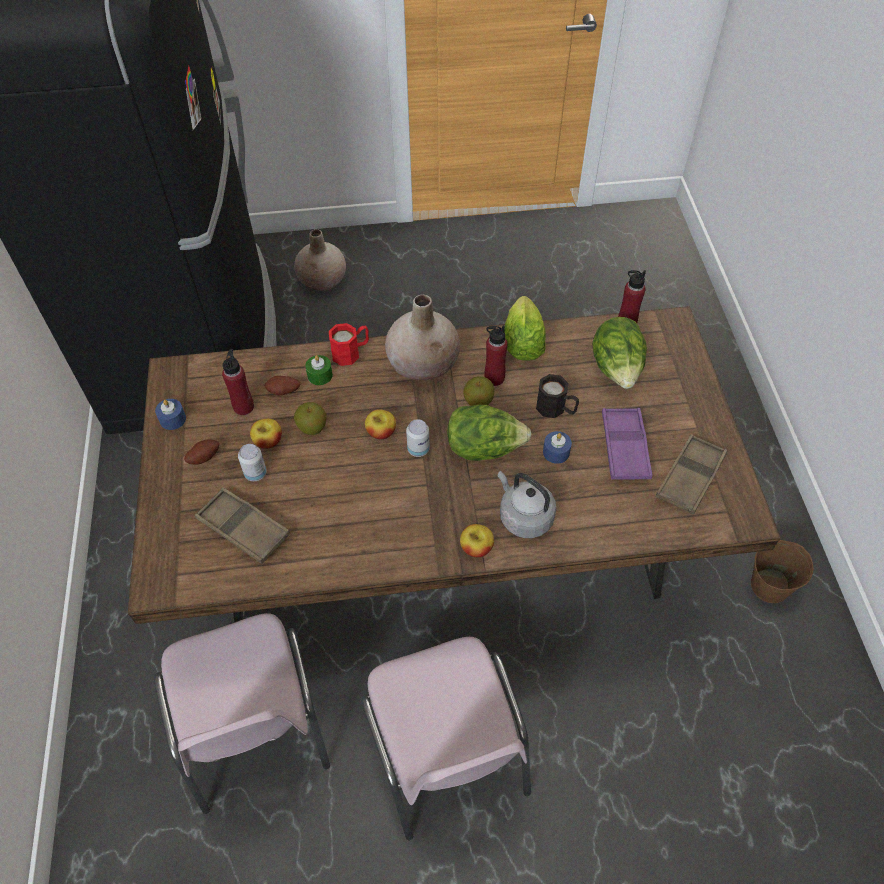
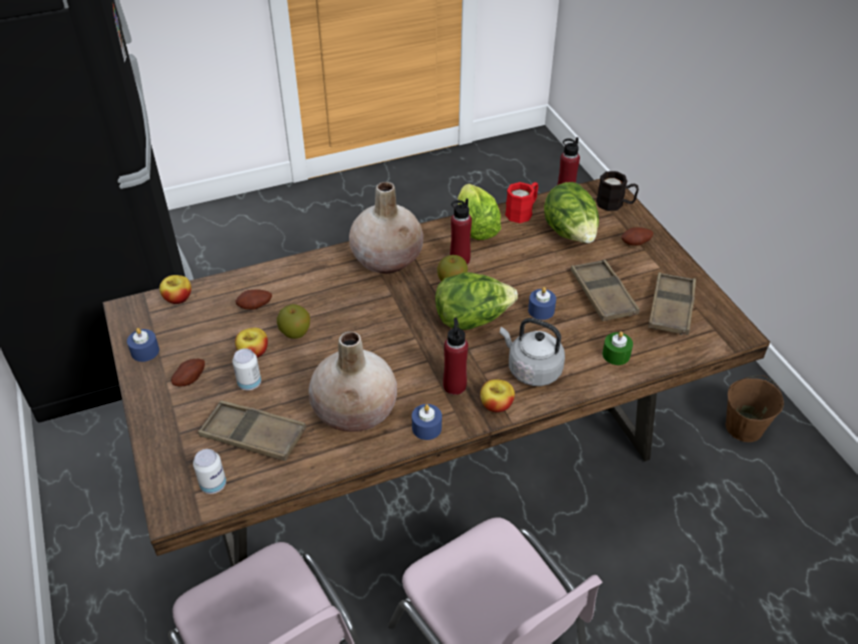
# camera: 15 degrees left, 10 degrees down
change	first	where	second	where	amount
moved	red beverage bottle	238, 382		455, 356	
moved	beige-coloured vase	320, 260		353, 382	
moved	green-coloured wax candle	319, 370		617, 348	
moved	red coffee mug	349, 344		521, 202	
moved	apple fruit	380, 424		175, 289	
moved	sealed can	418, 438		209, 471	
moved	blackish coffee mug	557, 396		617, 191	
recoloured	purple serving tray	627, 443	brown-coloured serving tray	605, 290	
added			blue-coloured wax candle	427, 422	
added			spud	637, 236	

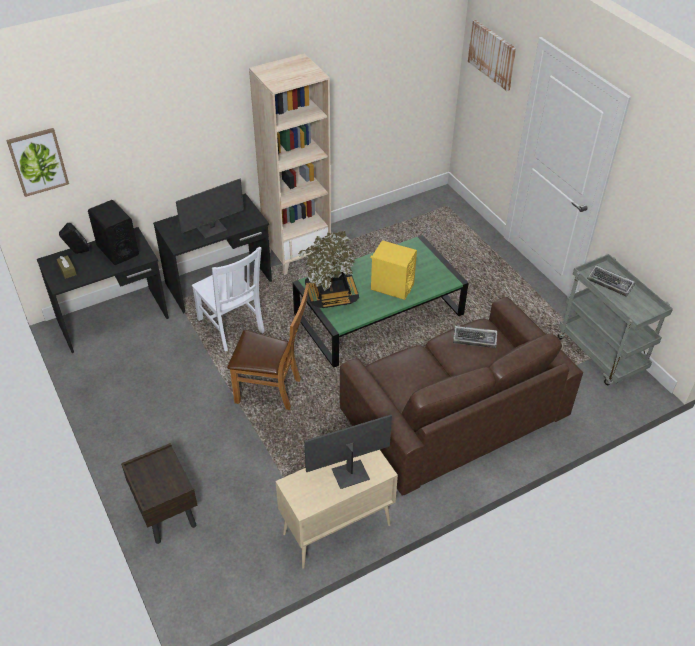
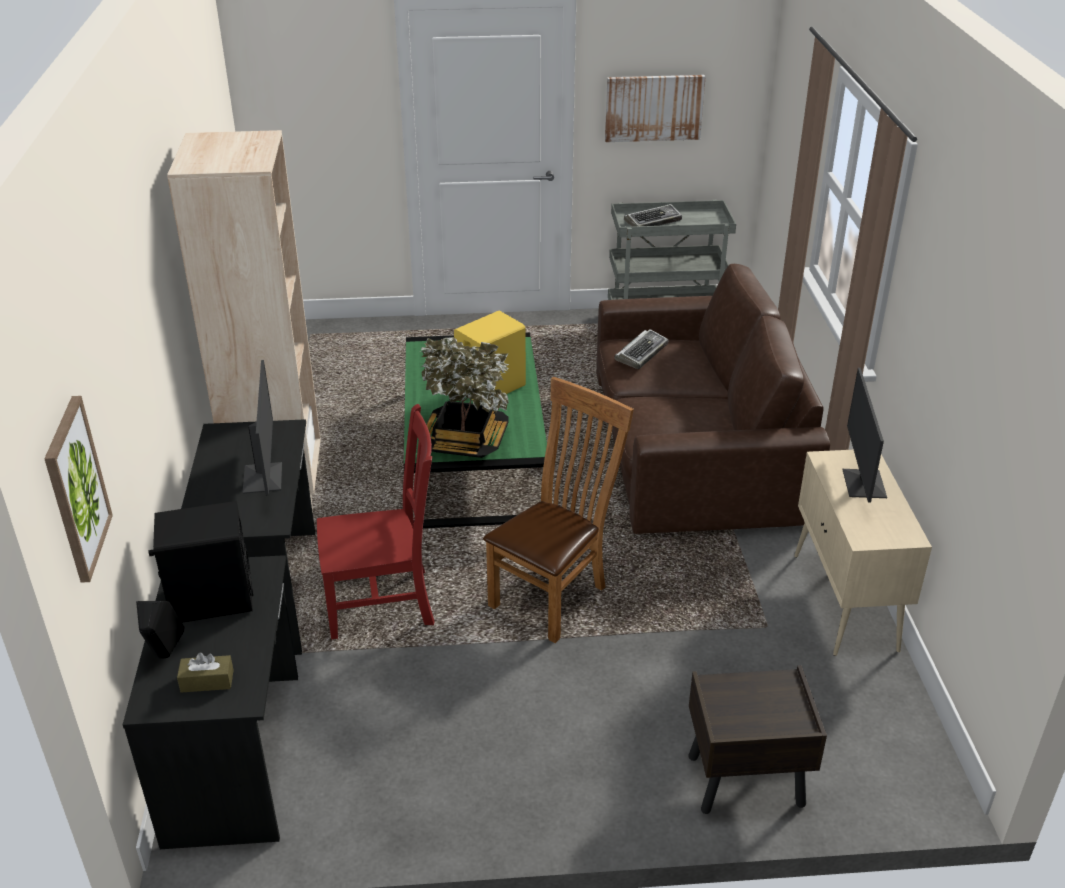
# camera: 65 degrees left, 10 degrees down
change	first	where	second	where	amount
recoloured	white-coloured upright chair	228, 299	red upright chair	376, 521	
moved	wall picture	492, 55		655, 108	

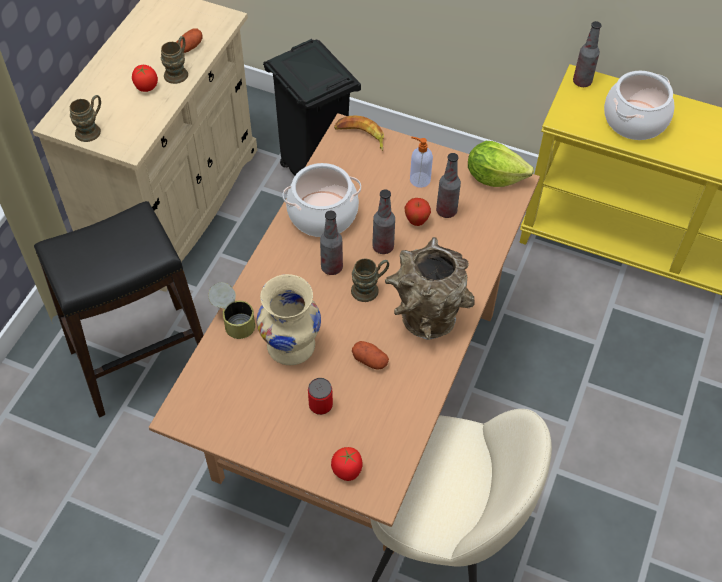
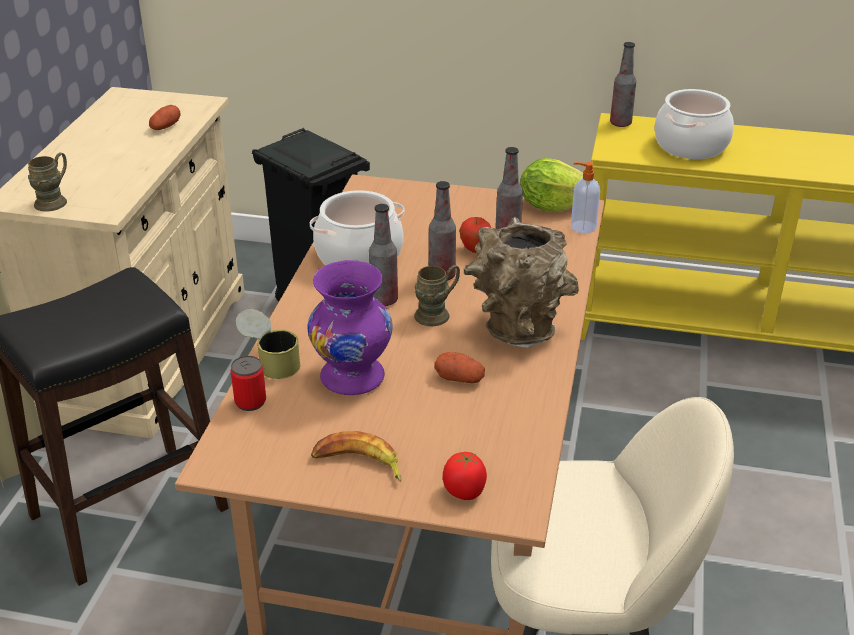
# camera: 10 degrees left, 20 degrees down
change	first	where	second	where	amount
removed	tomato	145, 78			
removed	brown-coloured coffee mug	174, 60			
recoloured	beige-coloured vase	289, 319	purple vase	350, 327	
moved	sealed can	320, 396		248, 383	
moved	banana	359, 133		356, 456	
moved	soap dispenser	421, 162		585, 197	

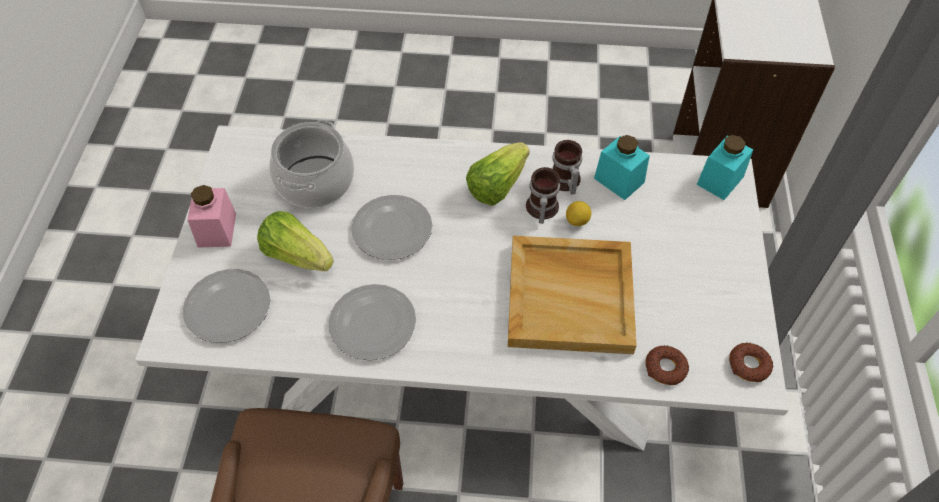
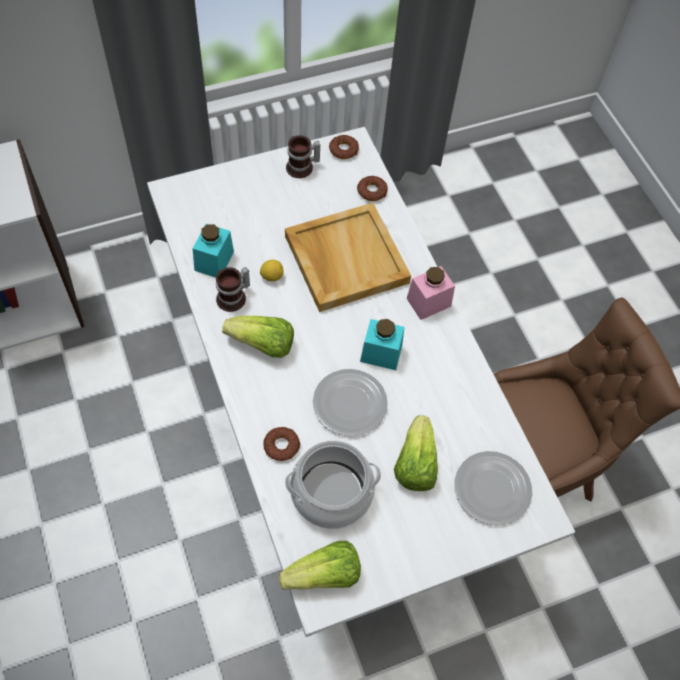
# camera: 120 degrees left, 5 degrees up
change	first	where	second	where	amount
moved	pink-coloured storage jar	211, 216		431, 293	
removed	dinner plate	372, 322			
moved	coffee mug	543, 195		303, 156	
moved	turquoise-coloured storage jar	725, 167		382, 344	
added			ring doughnut	281, 444	
added			head of lettuce	320, 565	

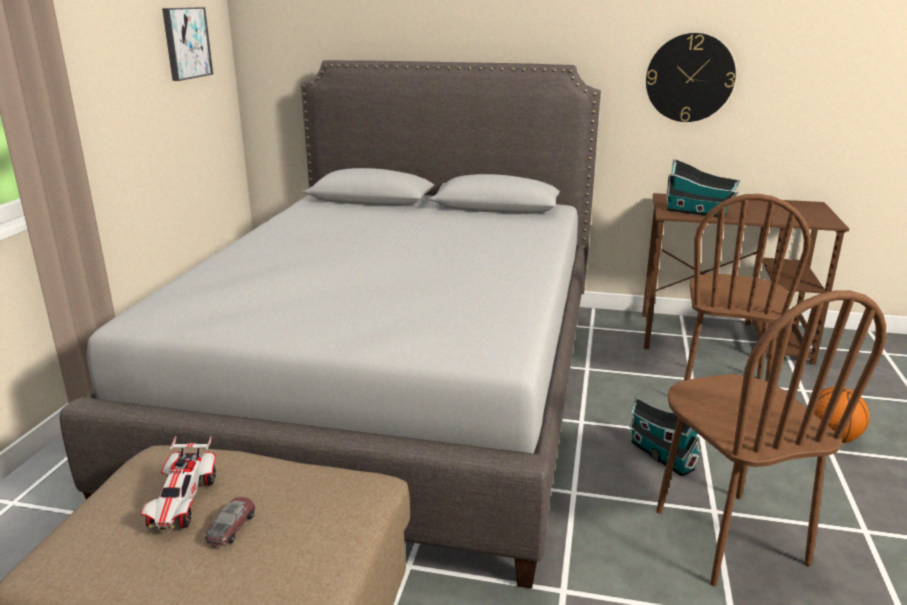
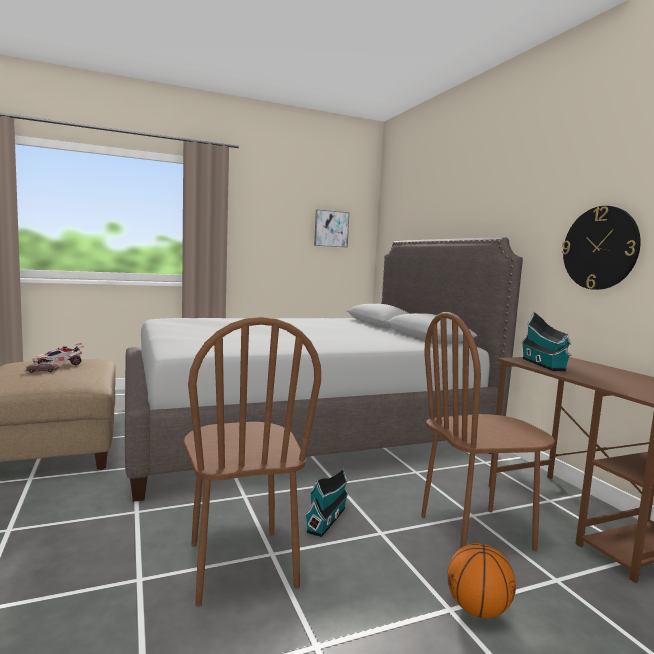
# camera: 55 degrees right, 15 degrees down
change	first	where	second	where	amount
turned	brown-coloured upright chair	771, 438		252, 462	60 degrees counterclockwise

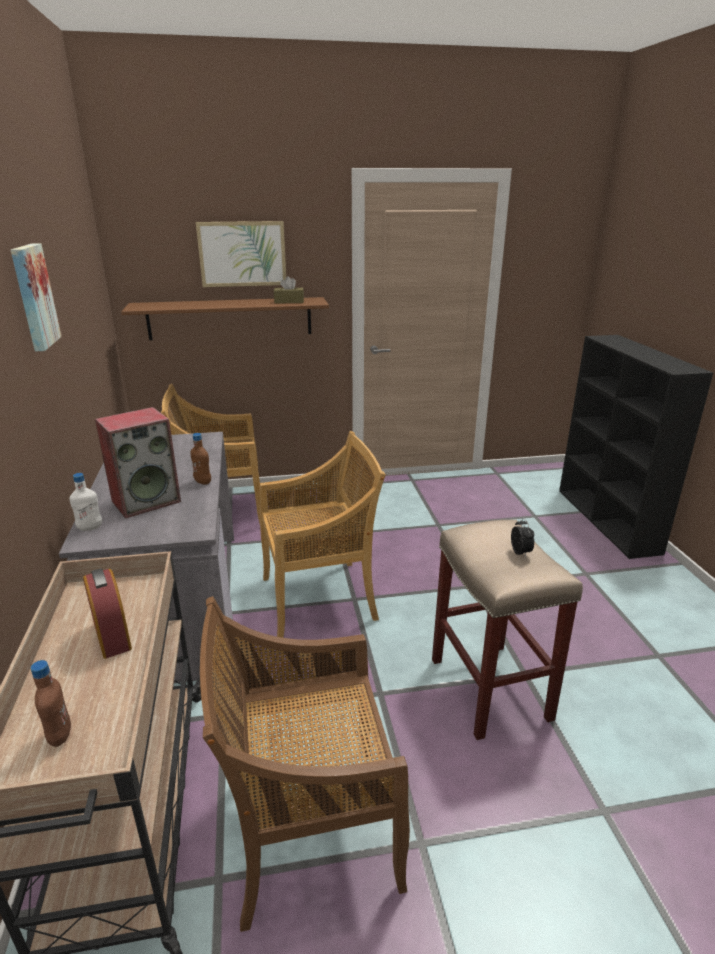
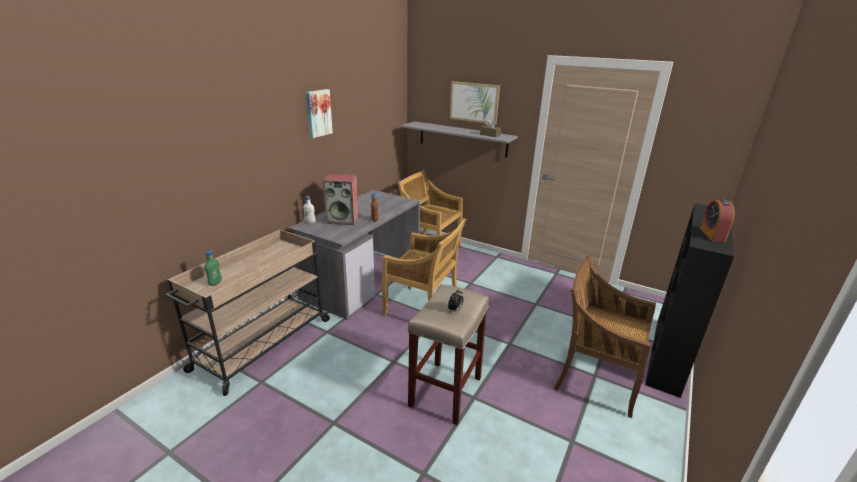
# camera: 40 degrees right, 0 degrees up
change	first	where	second	where	amount
recoloured	brown-coloured beverage bottle	50, 703	green-coloured beverage bottle	213, 268	
moved	alarm clock	107, 613		717, 220	
recoloured	brown-coloured bracket shelf	225, 318	greyish bracket shelf	459, 139	
moved	brown-coloured upright chair	305, 764		605, 336	

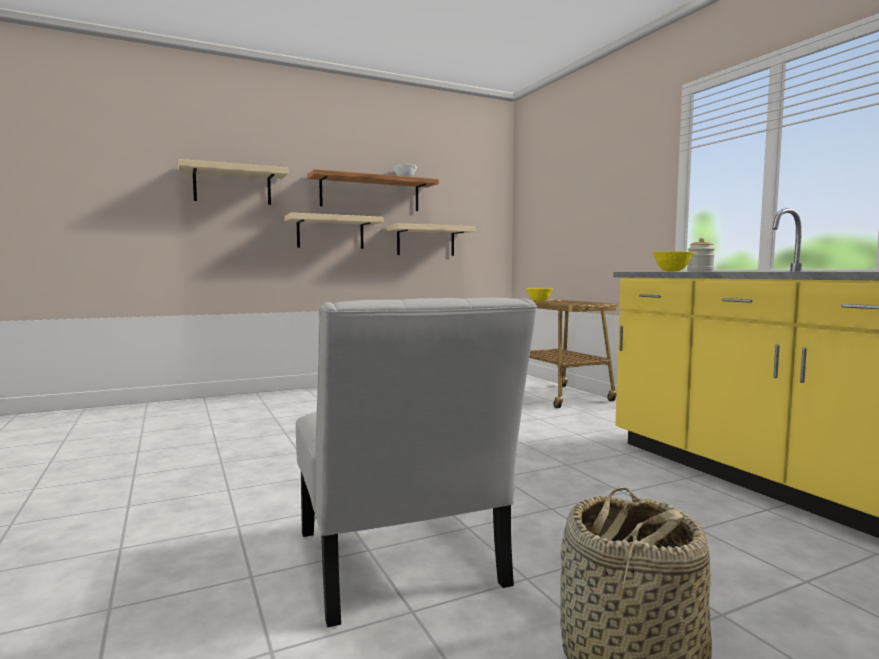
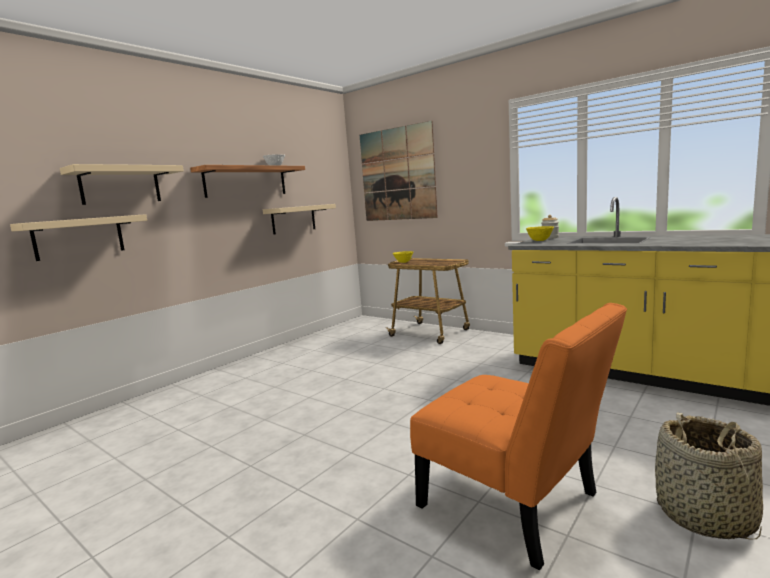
# camera: 25 degrees left, 5 degrees up
change	first	where	second	where	amount
moved	beige-coloured bracket shelf	333, 231		78, 237	
recoloured	white-coloured upright chair	416, 462	orangey upright chair	518, 436	
added			wall picture	399, 171	

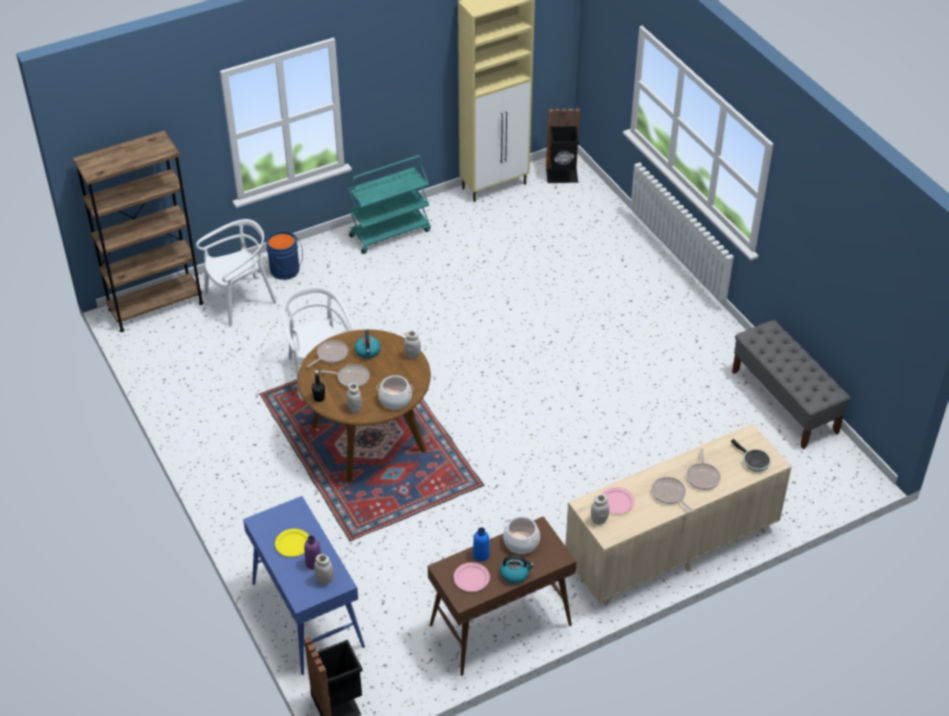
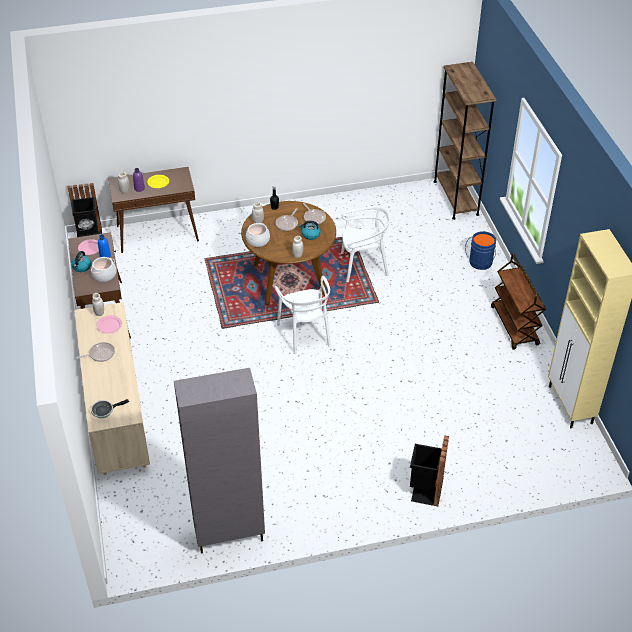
# camera: 105 degrees right, 0 degrees up
change	first	where	second	where	amount
moved	white-coloured upright chair	236, 273		302, 315	
recoloured	blue-coloured console table	304, 585	brown-coloured console table	153, 210	
recoloured	turquoise-coloured wheeled cart	389, 204	brown-coloured wheeled cart	518, 302	
moved	blackish trash can	563, 145		429, 470	
removed	frying pan	703, 469			
replaced	greyish long seat	791, 384	greyish cupboard	219, 461	

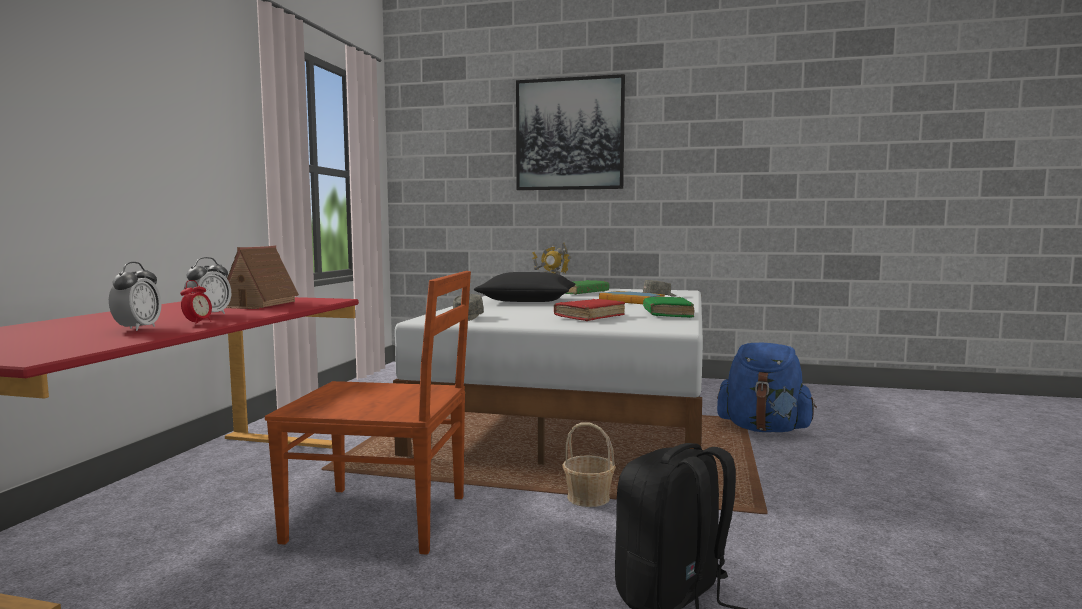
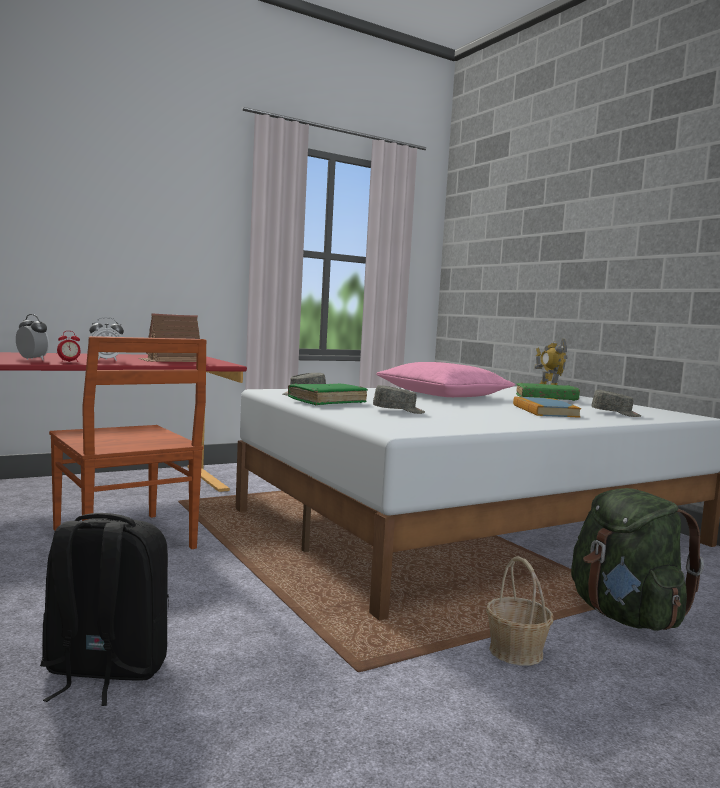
# camera: 45 degrees right, 0 degrees up
change	first	where	second	where	amount
turned	alarm clock	135, 296		32, 337	105 degrees counterclockwise
recoloured	blackish cushion	525, 287	pink-coloured cushion	445, 379	
removed	wall picture	570, 132			
replaced	red volume	589, 310	greyish peaked cap	399, 399	
moved	household basket	589, 465		519, 611	
moved	green-coloured volume	668, 307		328, 394	
recoloured	blue-coloured backpack	767, 387	green-coloured backpack	637, 559	

